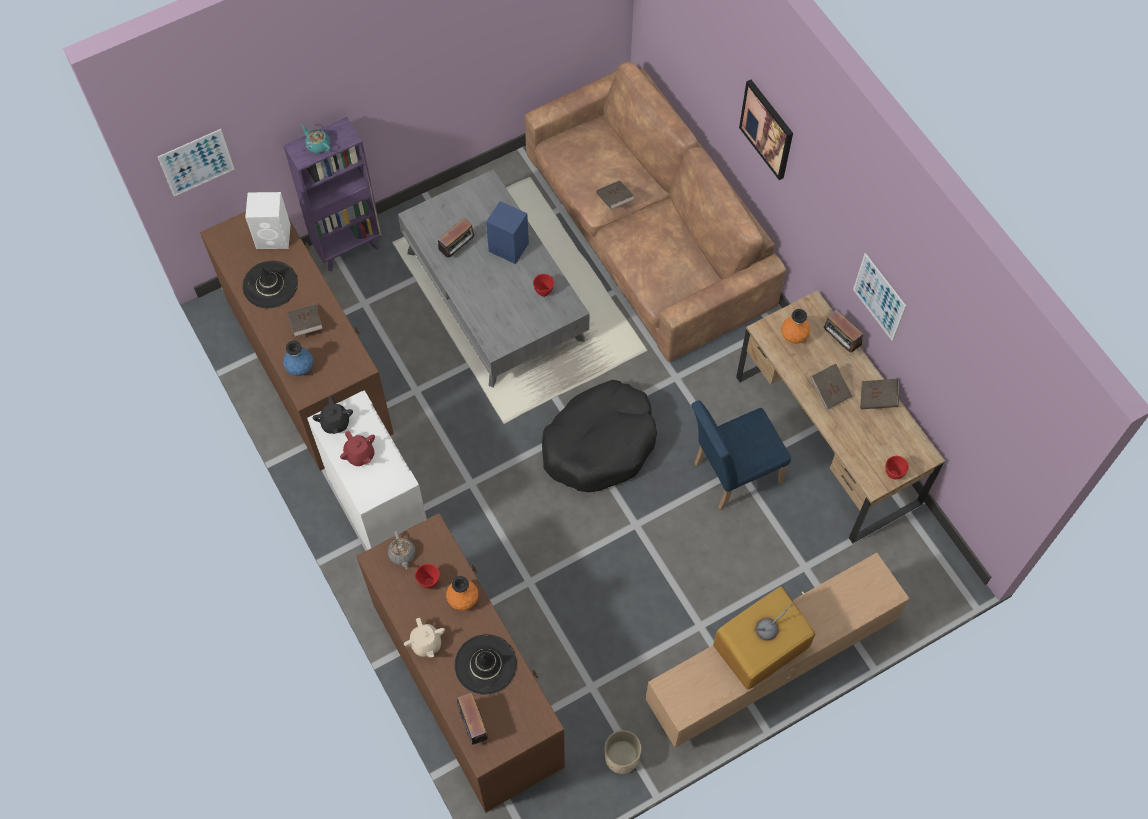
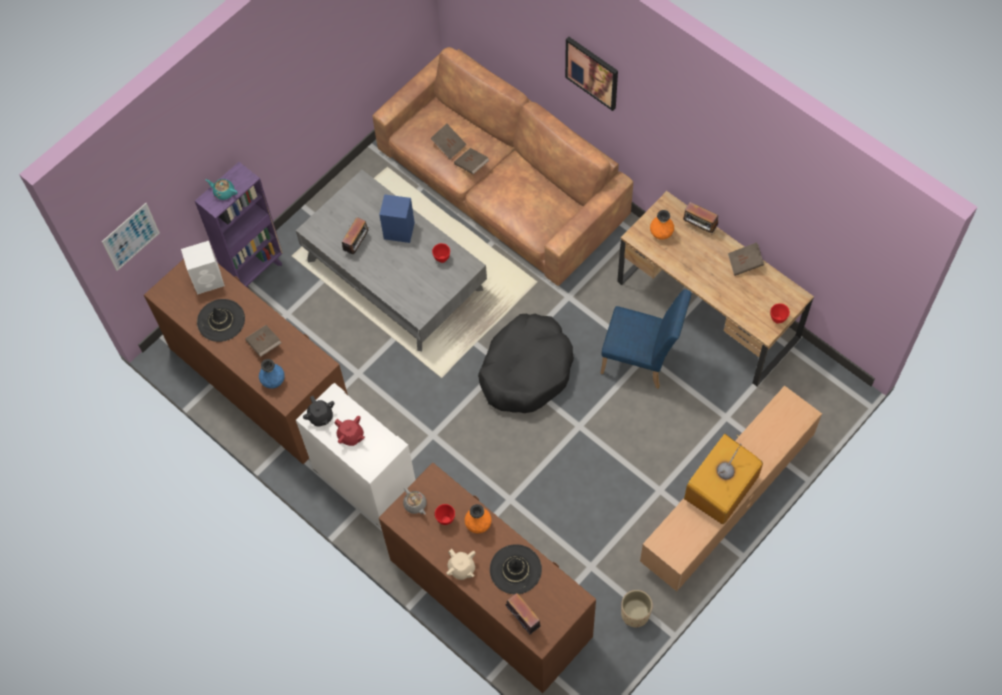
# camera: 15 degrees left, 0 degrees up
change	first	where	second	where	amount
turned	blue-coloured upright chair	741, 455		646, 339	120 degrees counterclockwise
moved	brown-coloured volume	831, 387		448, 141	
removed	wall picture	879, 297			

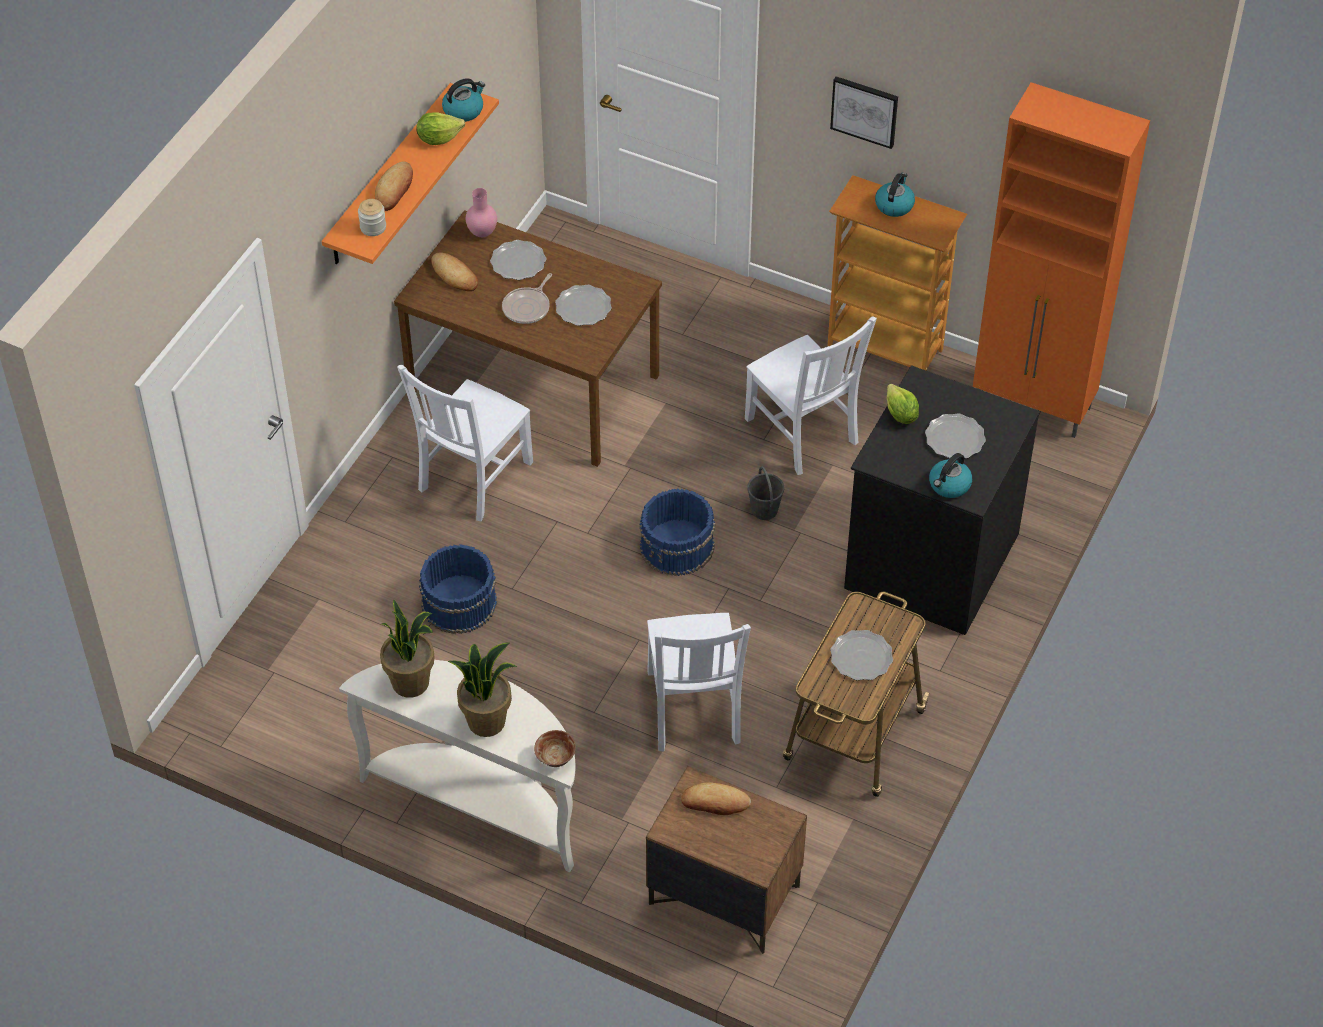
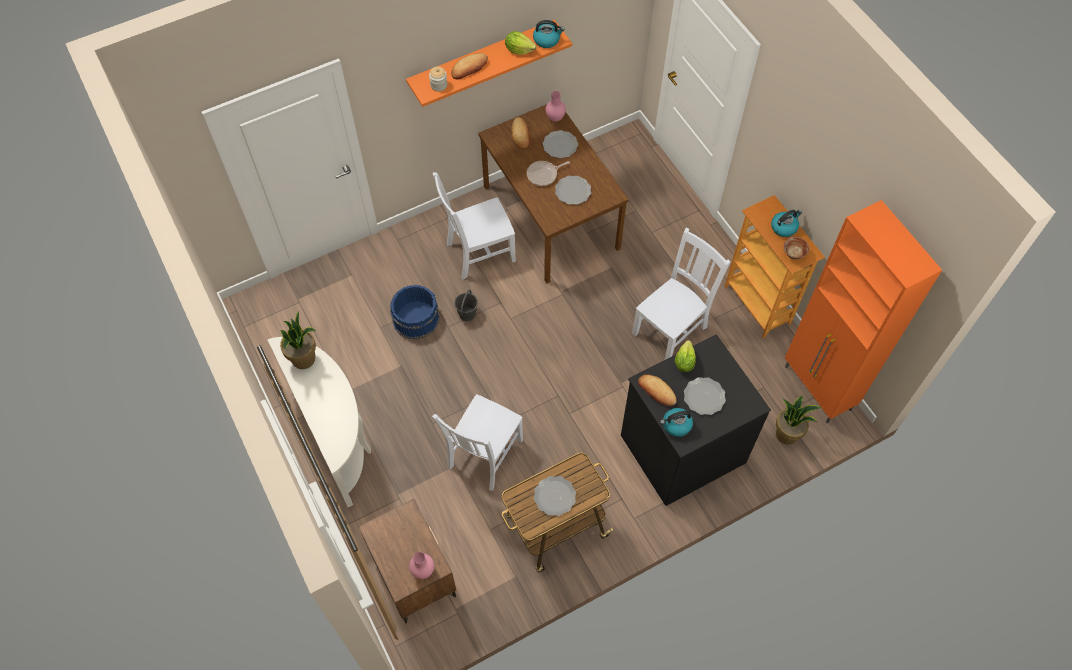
# camera: 35 degrees right, 10 degrees up
change	first	where	second	where	amount
moved	plant in a pot	482, 689		798, 420	
moved	deep dish	555, 748		796, 248	
removed	blue-coloured bucket	677, 532			
moved	bread	716, 798		657, 390	
turned	white-coloured upright chair	811, 395		681, 293	135 degrees counterclockwise
moved	greyish bucket	765, 493		466, 305	
removed	wall picture	864, 112			
added			pink-coloured vase	421, 565	

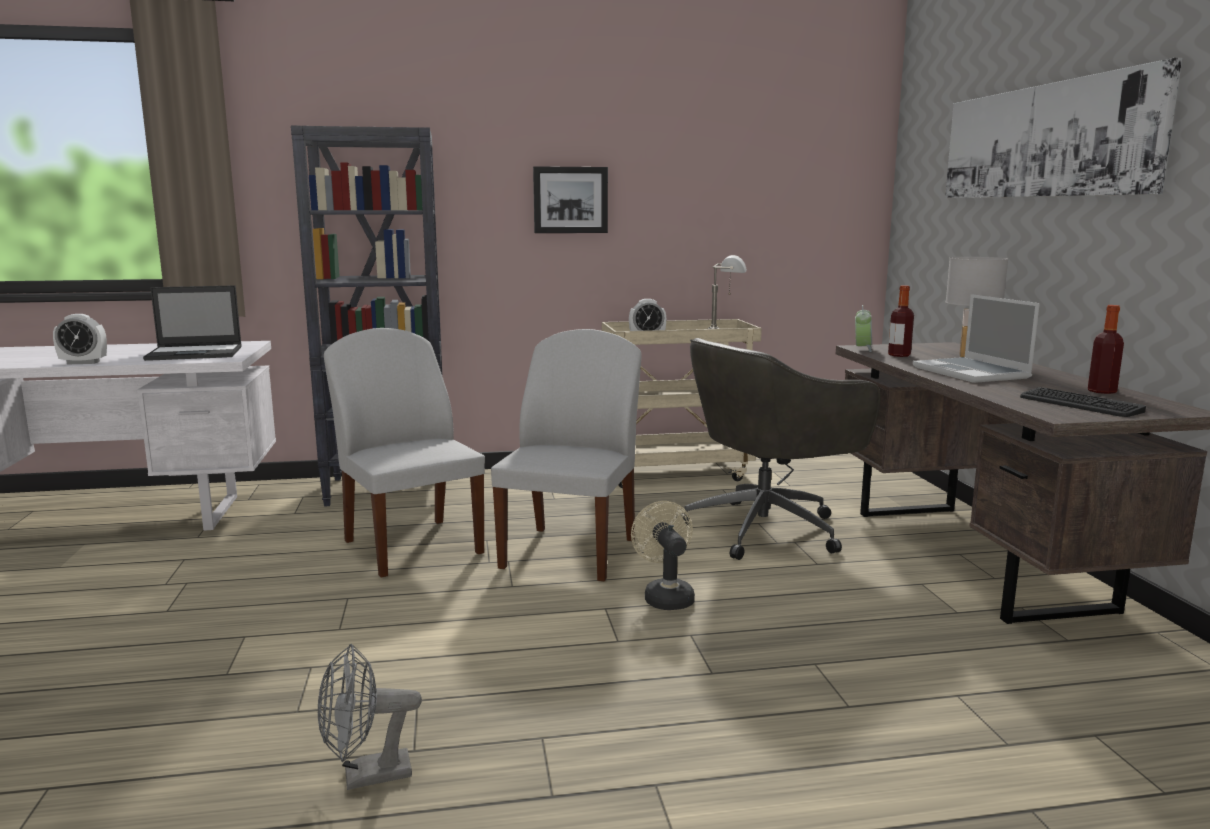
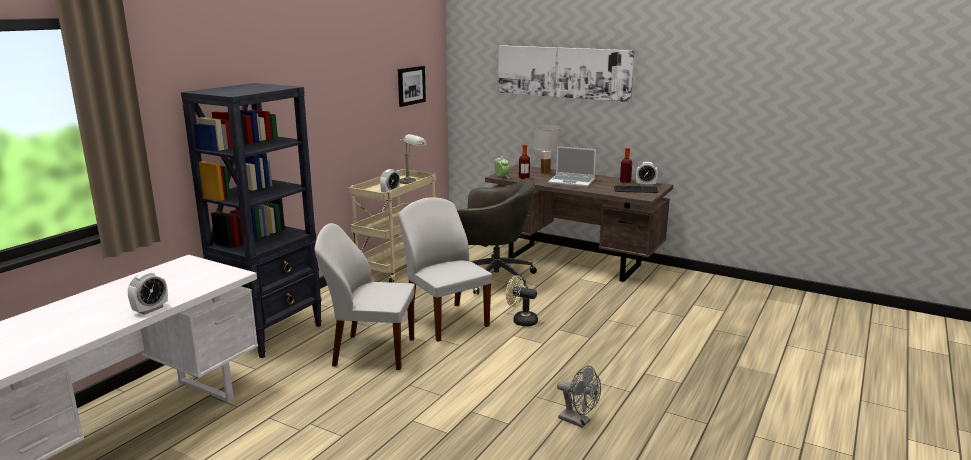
# camera: 50 degrees left, 5 degrees up
change	first	where	second	where	amount
removed	laptop	192, 323			
turned	greyish cooling fan	370, 717		579, 397	75 degrees counterclockwise
moved	wall picture	570, 199		412, 86	
turned	greyish office chair	778, 449		497, 236	90 degrees counterclockwise
added			alarm clock	647, 174	

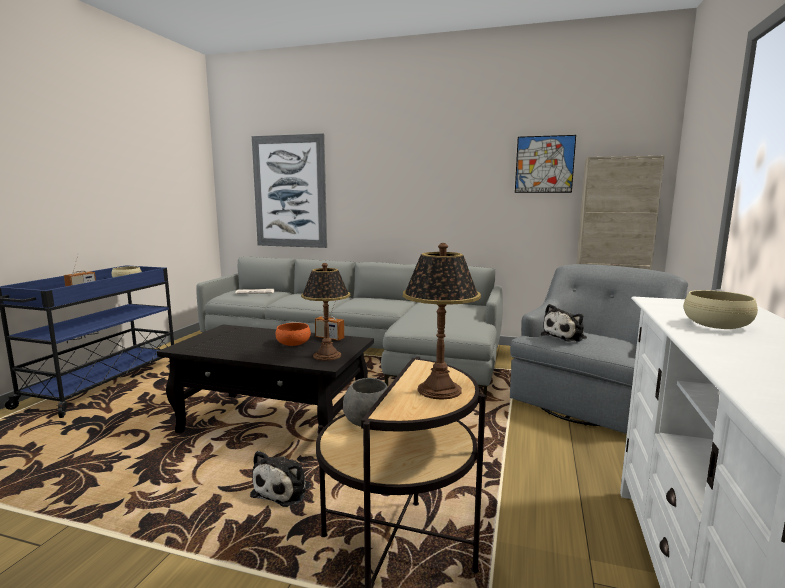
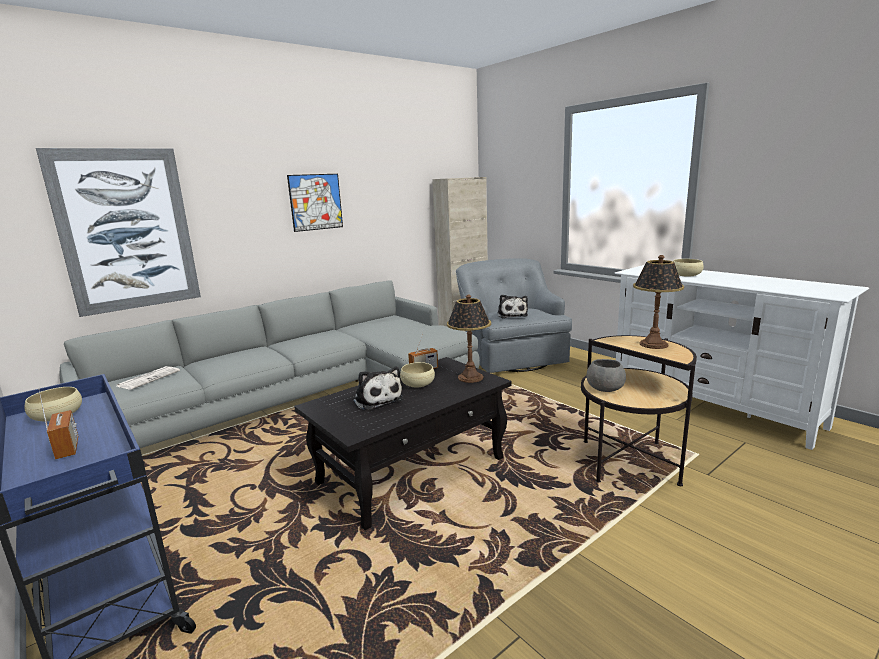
# camera: 55 degrees left, 5 degrees up
change	first	where	second	where	amount
moved	plush toy	280, 479		378, 388	
recoloured	orangey deep dish	293, 334	beige-coloured deep dish	417, 374	
moved	wall picture	545, 164		315, 203	

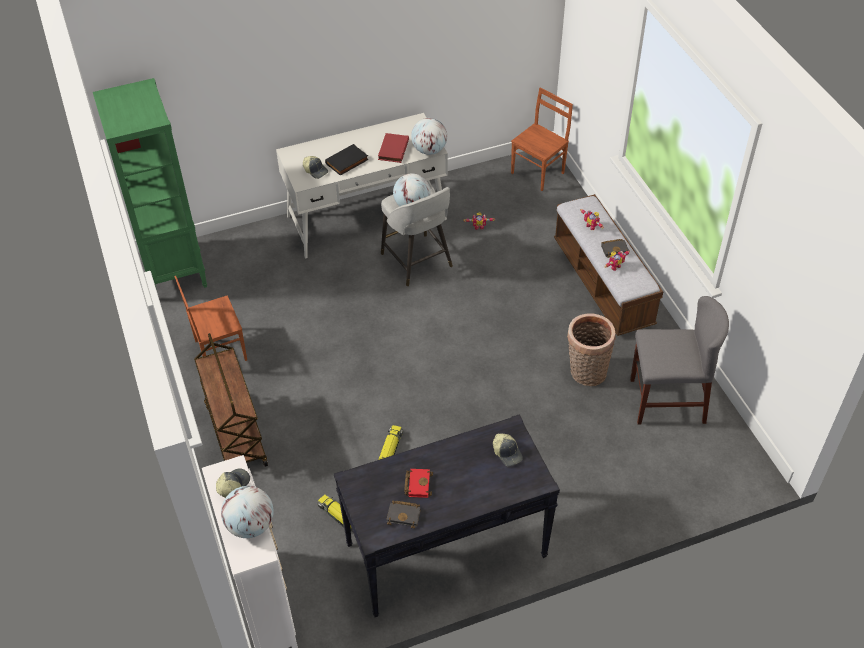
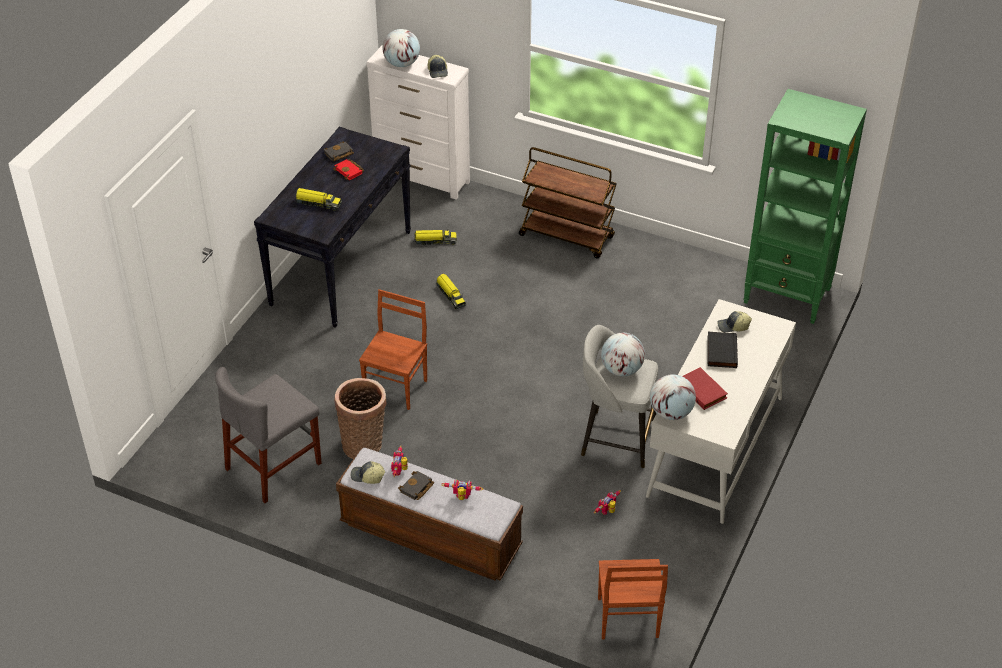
# camera: 135 degrees right, 5 degrees down
change	first	where	second	where	amount
moved	brown-coloured upright chair	210, 318		393, 349	
moved	peaked cap	508, 450		367, 472	
added			toy lorry	318, 199	

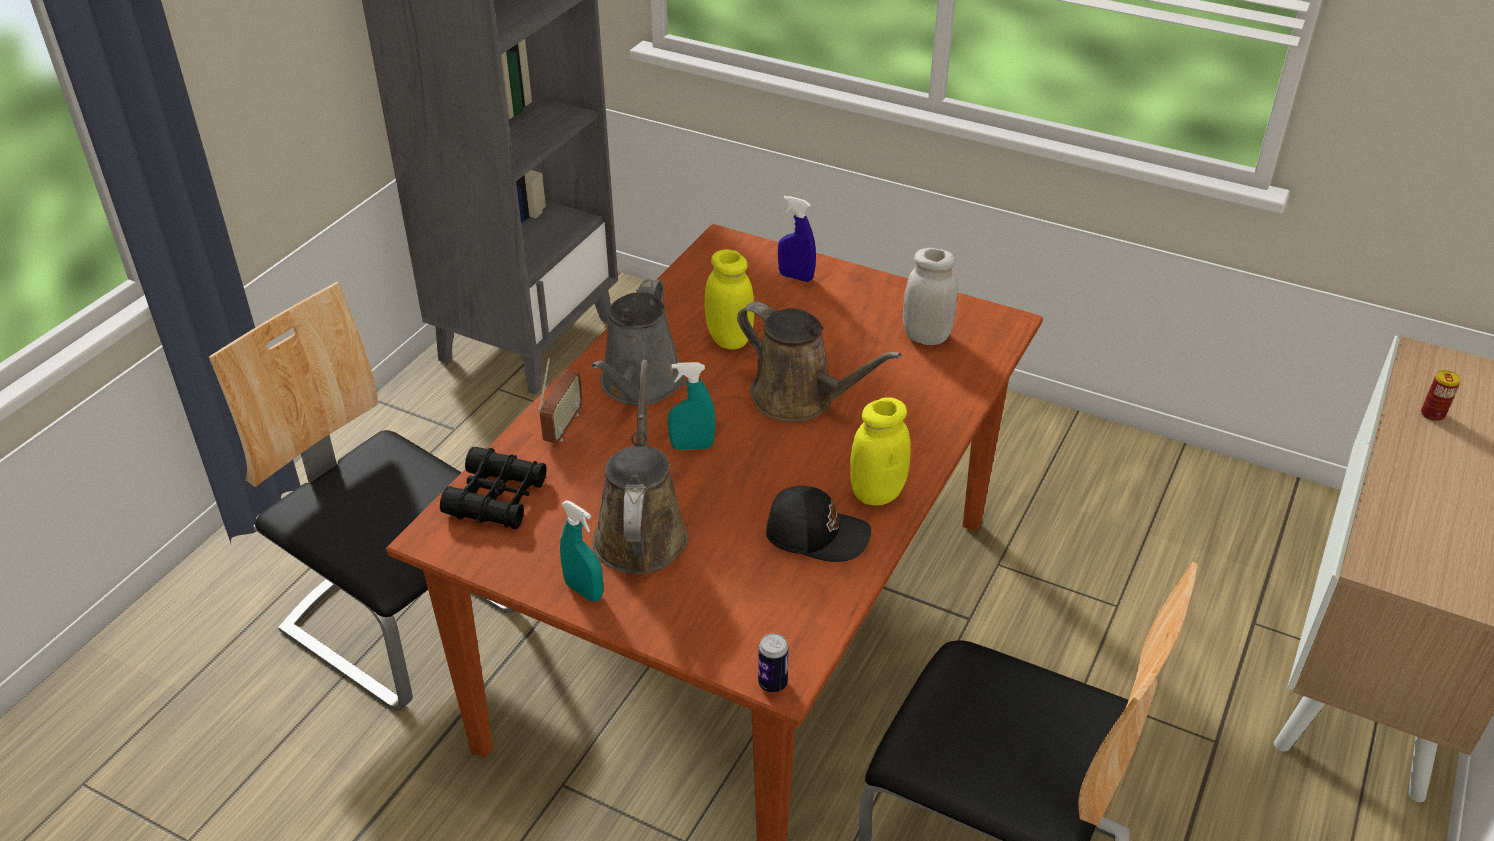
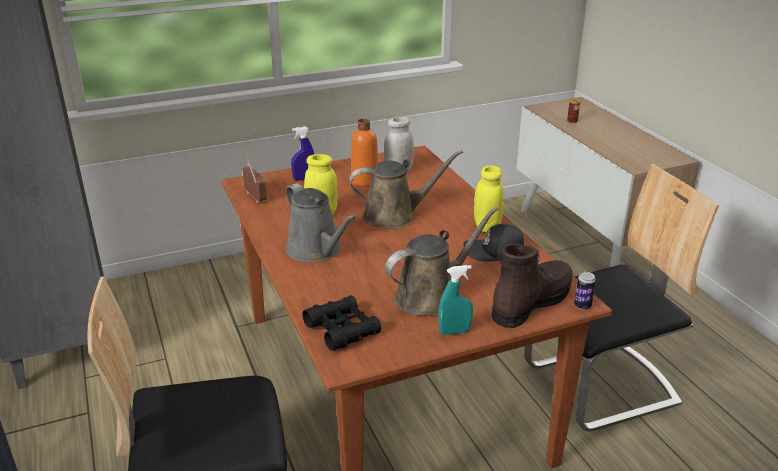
# camera: 50 degrees left, 10 degrees down
change	first	where	second	where	amount
moved	radio receiver	560, 400		254, 178	
turned	brown-coloured sprinkling can	641, 467		441, 261	105 degrees clockwise
removed	turquoise-coloured hand sprayer	691, 406			
turned	blackish peaked cap	818, 524		494, 243	135 degrees counterclockwise
added			orangey beverage bottle	364, 153	
added			brown-coloured boot	532, 286	

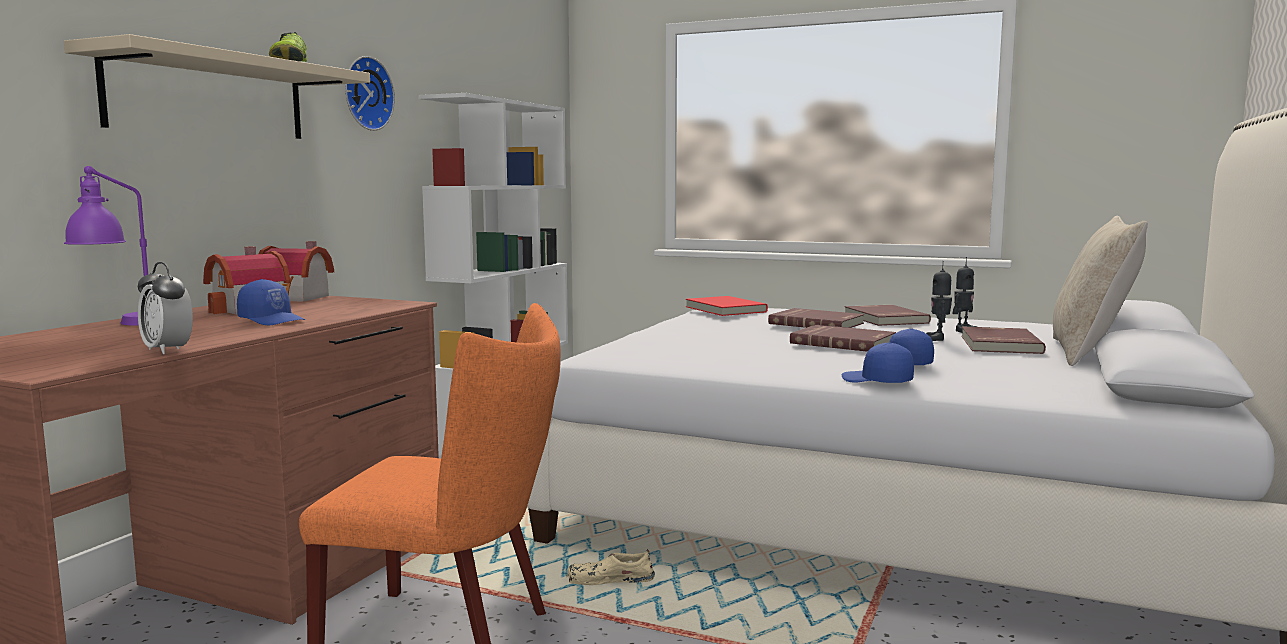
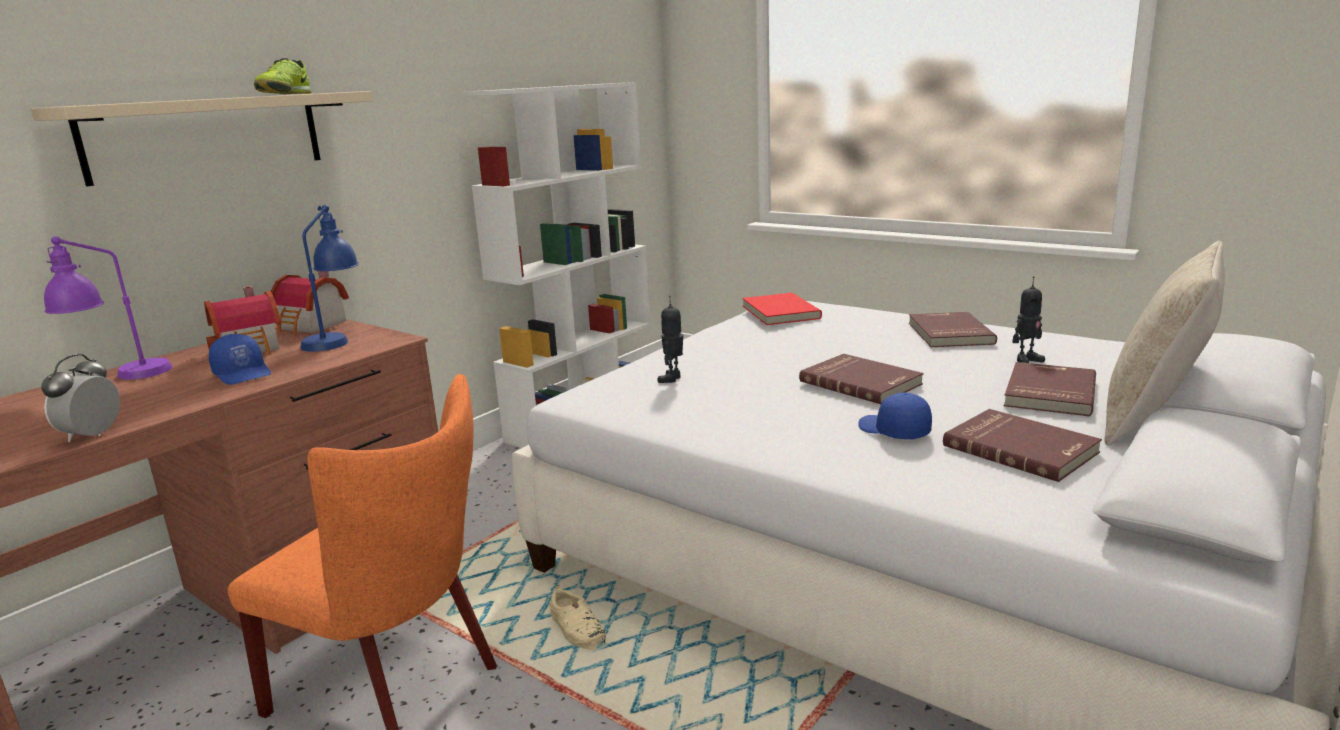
# camera: 15 degrees right, 10 degrees up
change	first	where	second	where	amount
turned	alarm clock	165, 308		80, 398	45 degrees clockwise
removed	wall clock	370, 93			
turned	beige-coloured item of footwear	610, 567		577, 618	135 degrees counterclockwise
moved	red volume	816, 318		1022, 445	
removed	blue-coloured peaked cap	877, 362			
moved	model robot	939, 301		670, 339	
added			blue-coloured tabletop lamp	329, 278	

